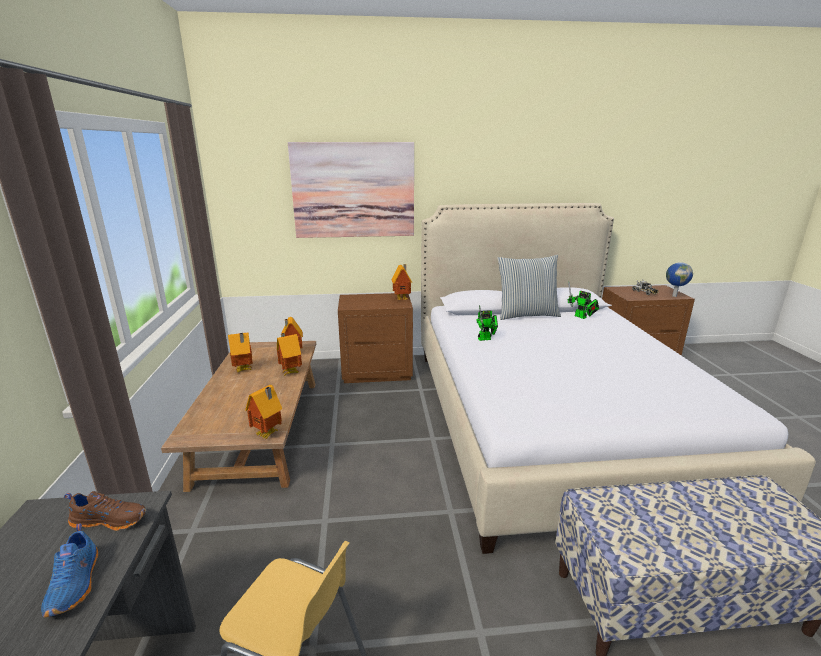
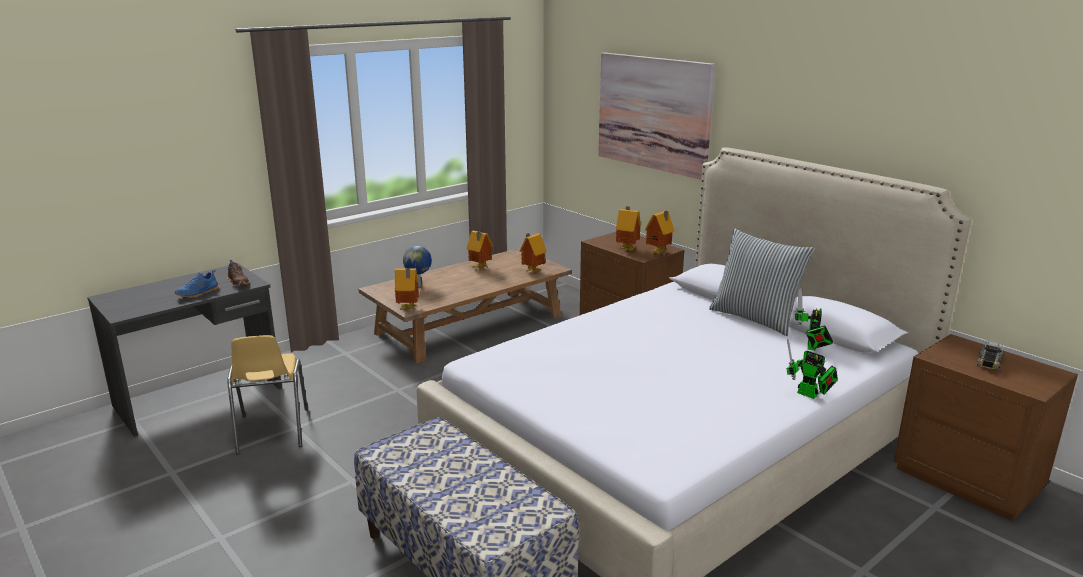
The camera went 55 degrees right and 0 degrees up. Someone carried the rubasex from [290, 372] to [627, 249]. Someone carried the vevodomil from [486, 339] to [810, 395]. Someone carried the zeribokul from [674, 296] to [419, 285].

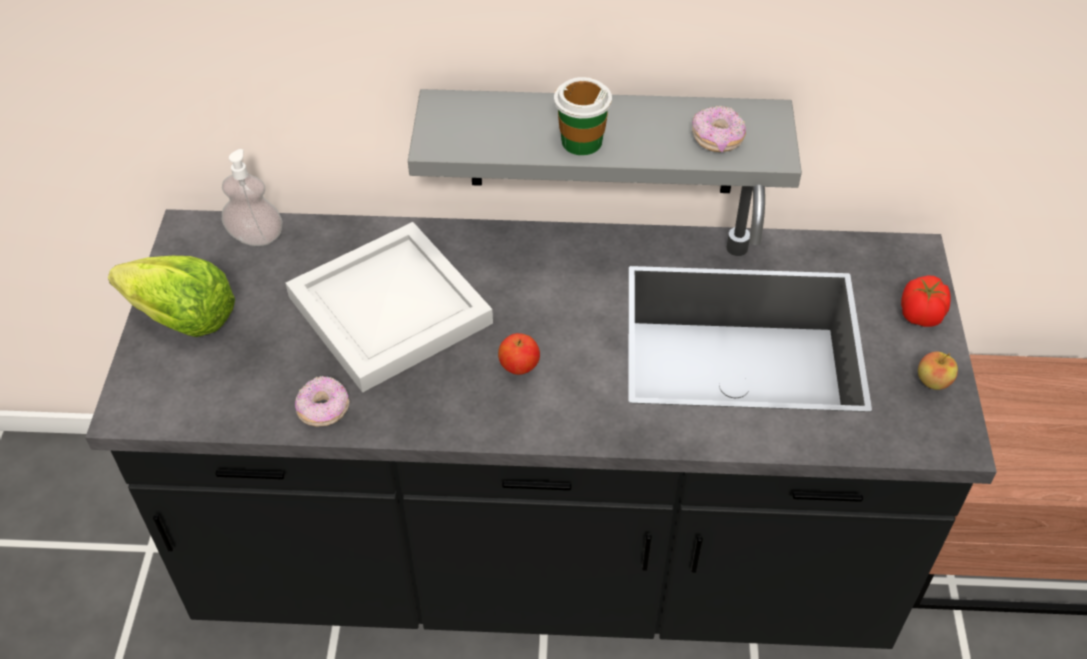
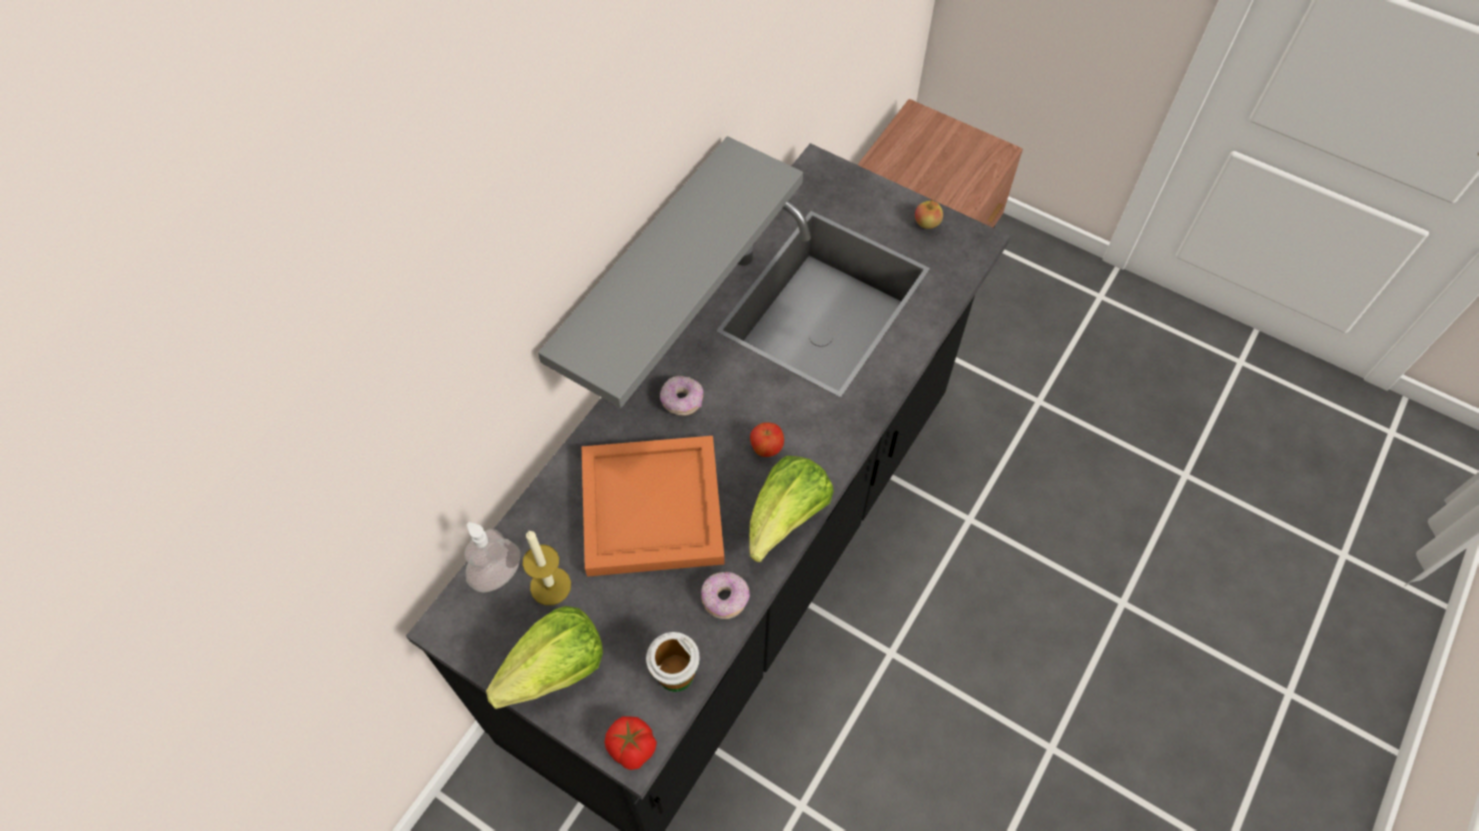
The camera went 60 degrees left and 10 degrees up. Someone repainted the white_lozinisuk at [393, 310], which became the orange_lozinisuk at [654, 506]. Someone carried the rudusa from [581, 141] to [675, 673]. Someone carried the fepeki from [717, 139] to [682, 401]. Someone carried the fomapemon from [919, 315] to [632, 748]. Someone put down the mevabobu at [550, 586]. Someone put down the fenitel at [786, 518].

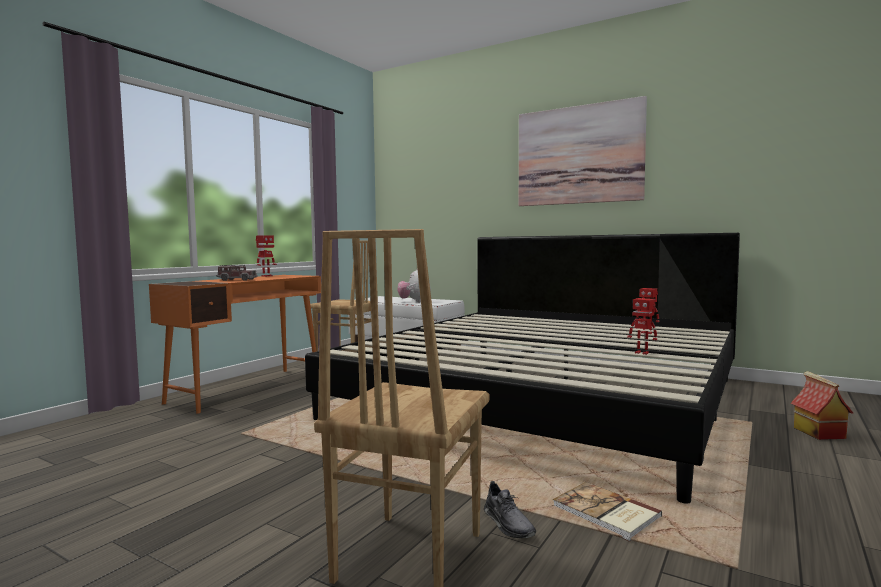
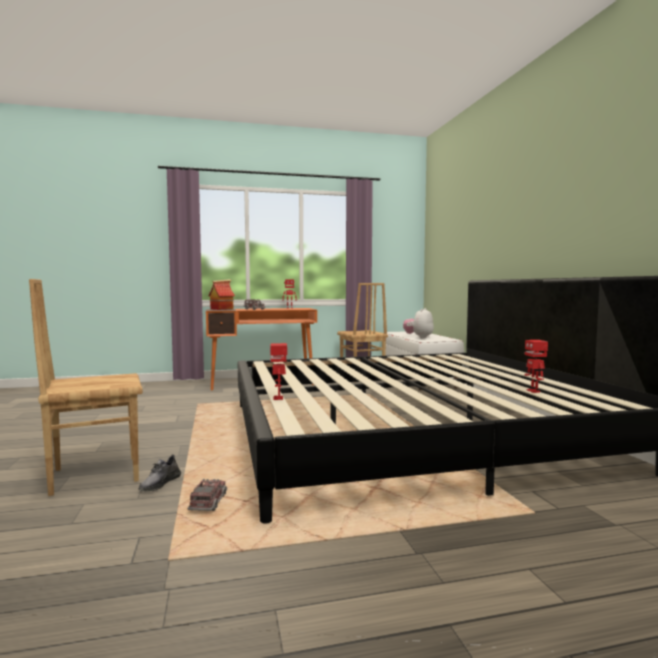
The camera went 45 degrees right and 0 degrees up. Someone took away the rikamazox at [579, 155]. Someone swapped the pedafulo at [605, 514] for the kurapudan at [208, 503]. Someone carried the vevodomil from [642, 353] to [279, 398]. Someone carried the rubasex from [818, 432] to [222, 309].

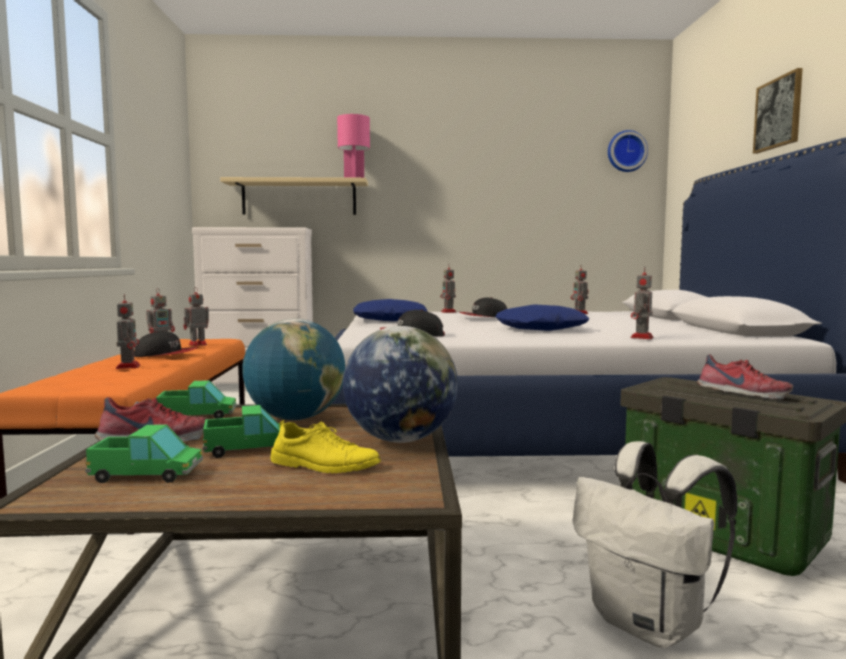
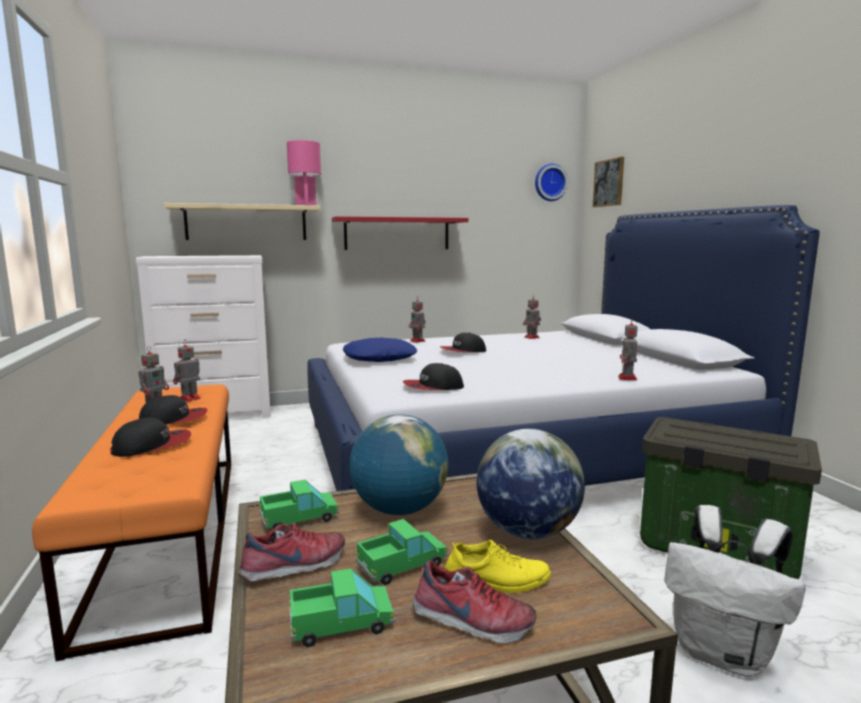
The camera went 15 degrees left and 5 degrees up. Someone swapped the vevodomil at [128, 366] for the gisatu at [152, 446]. Someone took away the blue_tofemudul at [540, 328]. Someone carried the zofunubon from [742, 394] to [471, 622]. Someone carried the rikamazox from [778, 113] to [609, 183]. Someone put up the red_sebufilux at [397, 233].

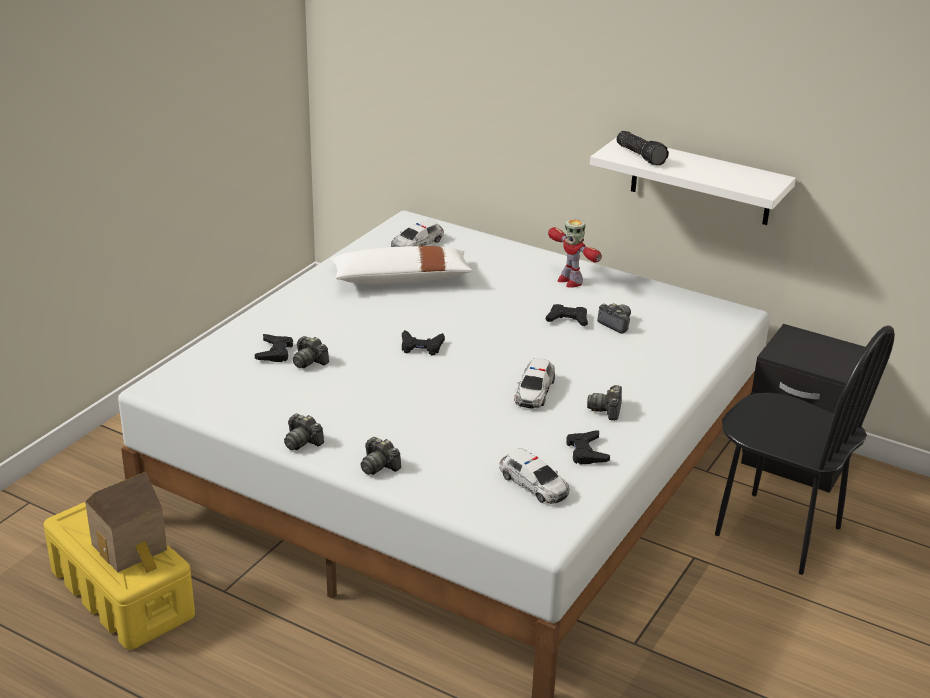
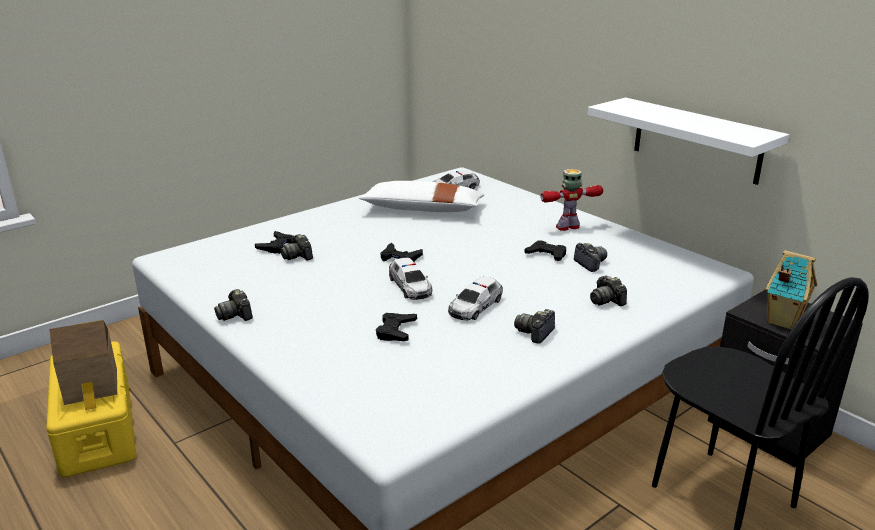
The camera went 20 degrees right and 5 degrees down. Someone carried the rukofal from [379, 466] to [606, 300]. Someone carried the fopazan from [534, 484] to [410, 286]. Someone rotated the vevodomil at [570, 281] by 90 degrees clockwise. Someone carried the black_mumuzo from [586, 452] to [396, 331]. Someone took away the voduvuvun at [641, 155]. Someone put down the rubasex at [782, 321].

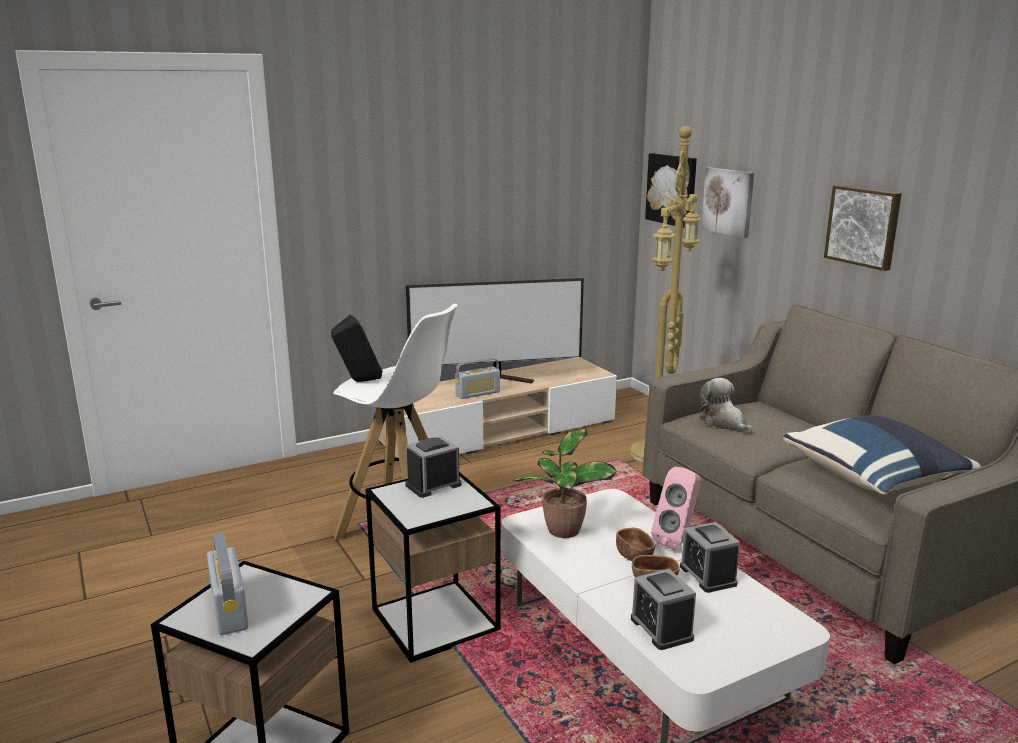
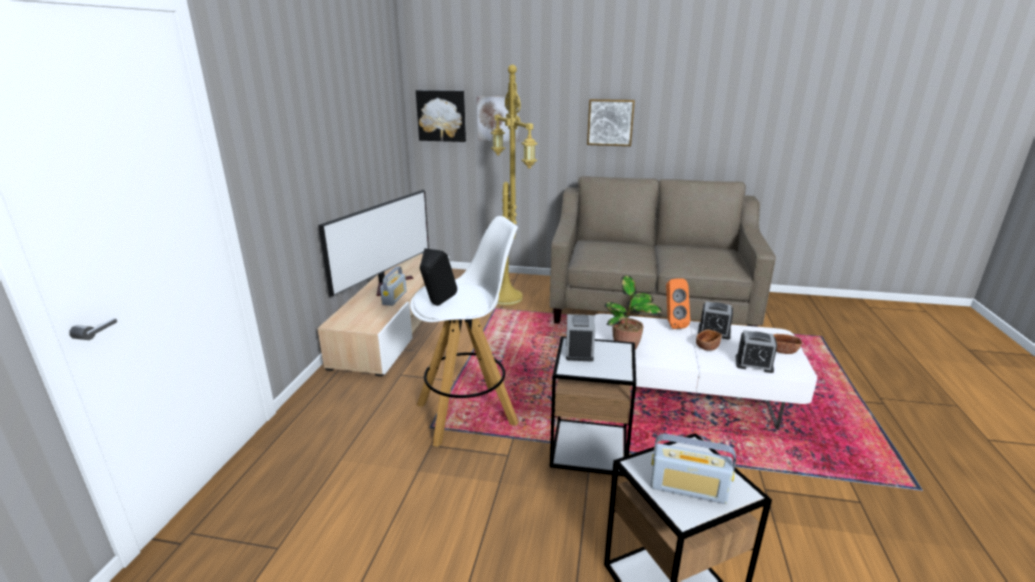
The camera went 50 degrees left and 5 degrees up. Someone carried the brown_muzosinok from [634, 555] to [783, 350]. Someone repainted the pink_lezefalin at [677, 541], which became the orange_lezefalin at [672, 324]. Someone took away the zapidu at [723, 423]. Someone took away the blue_tofemudul at [875, 478].

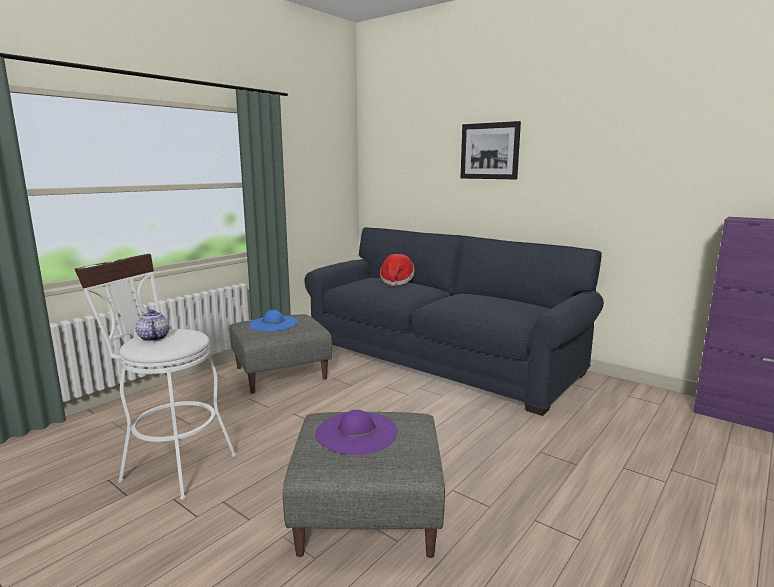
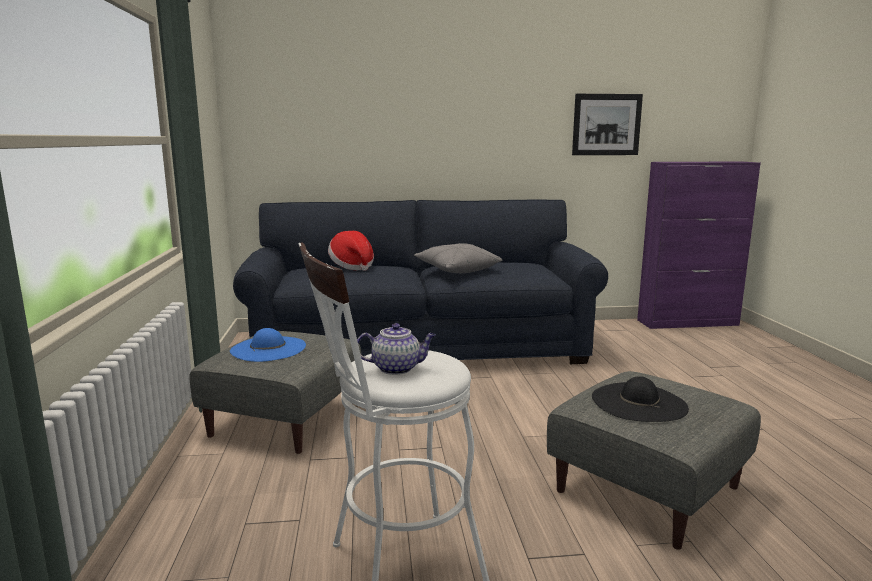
The camera went 45 degrees left and 0 degrees up. Someone rotated the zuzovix at [153, 338] by 150 degrees clockwise. Someone repainted the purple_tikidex at [356, 432], which became the black_tikidex at [638, 402]. Someone carried the rikamazox from [489, 151] to [606, 124]. Someone put down the grey_tofemudul at [457, 270].

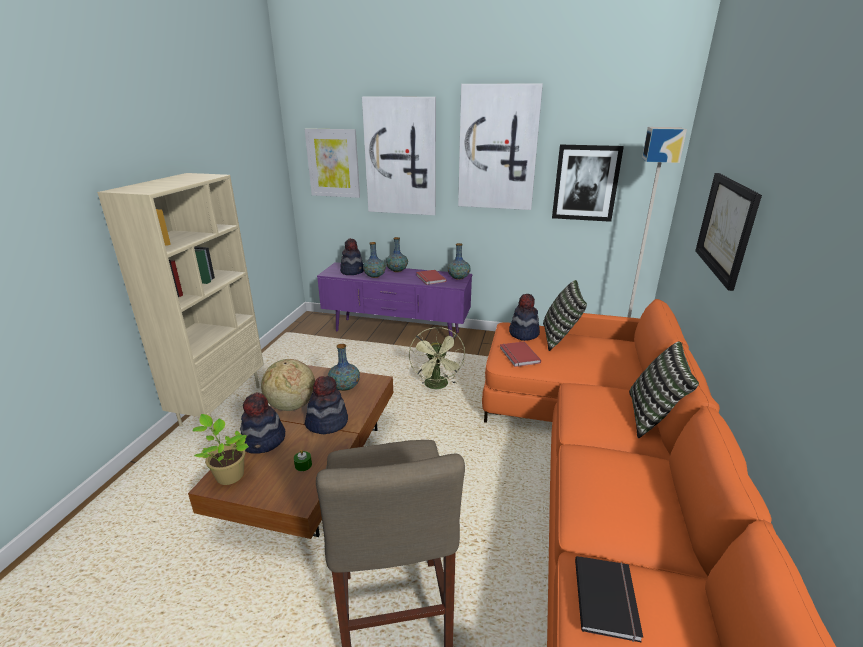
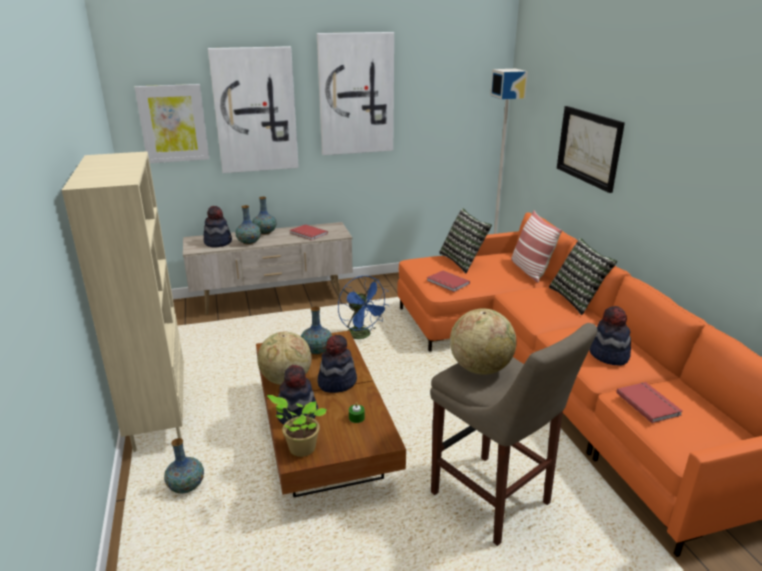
The camera went 30 degrees left and 0 degrees up. Someone repainted the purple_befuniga at [396, 332], which became the beige_befuniga at [273, 299]. Someone repainted the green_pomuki at [437, 386], which became the blue_pomuki at [362, 336]. Someone carried the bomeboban from [458, 278] to [186, 486]. Someone carried the tikidex from [523, 333] to [608, 355]. Someone took away the rikamazox at [585, 183]. Someone repainted the black_pedafulo at [608, 598], which became the red_pedafulo at [649, 403]. Someone put down the zeribokul at [480, 368]. Someone put down the tofemudul at [530, 270].

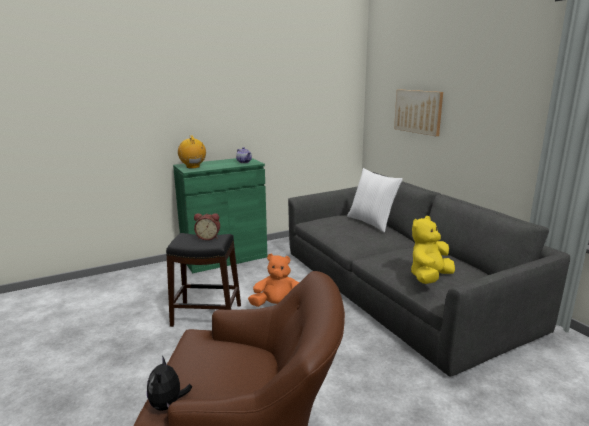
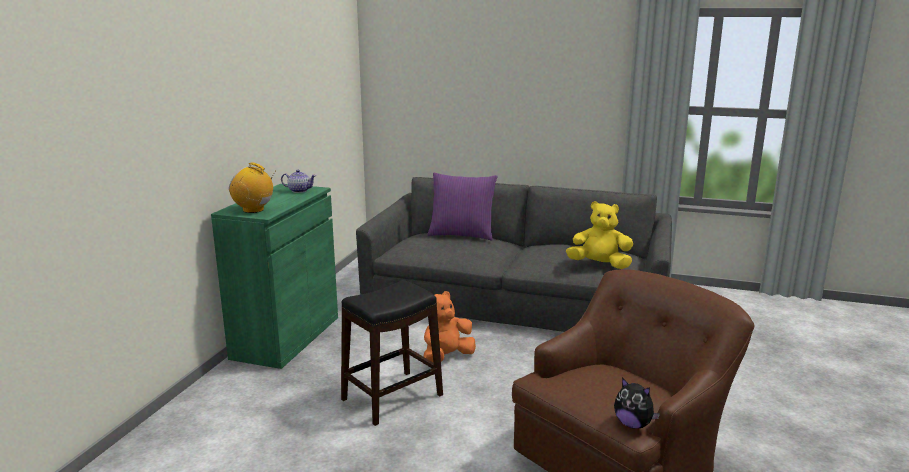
The camera went 45 degrees left and 0 degrees up. Someone took away the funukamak at [208, 237]. Someone repainted the white_tofemudul at [372, 222], which became the purple_tofemudul at [462, 235]. Someone took away the rikamazox at [418, 111]. Someone rotated the yellow_zapidu at [429, 278] by 105 degrees clockwise.

